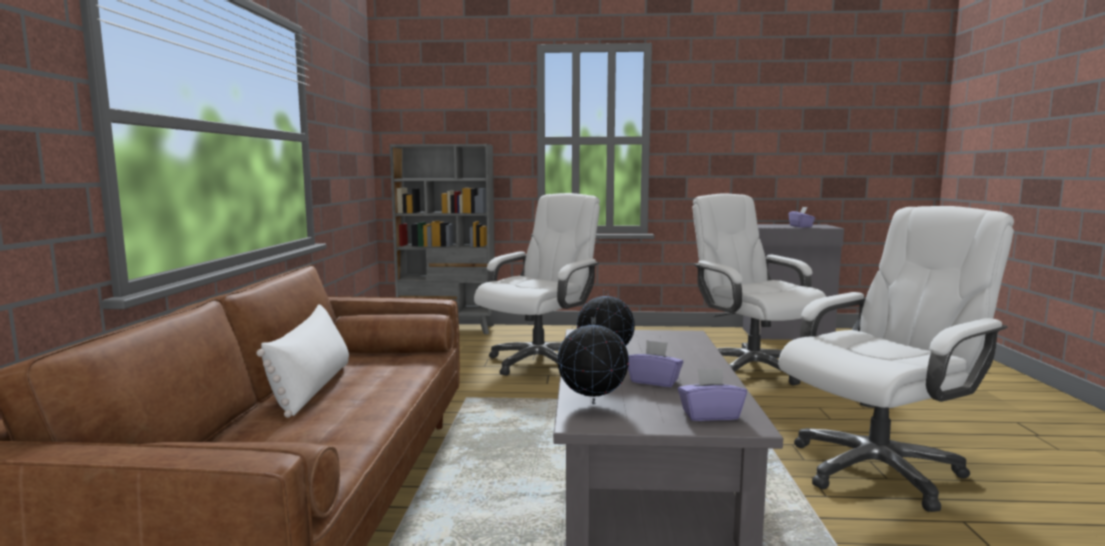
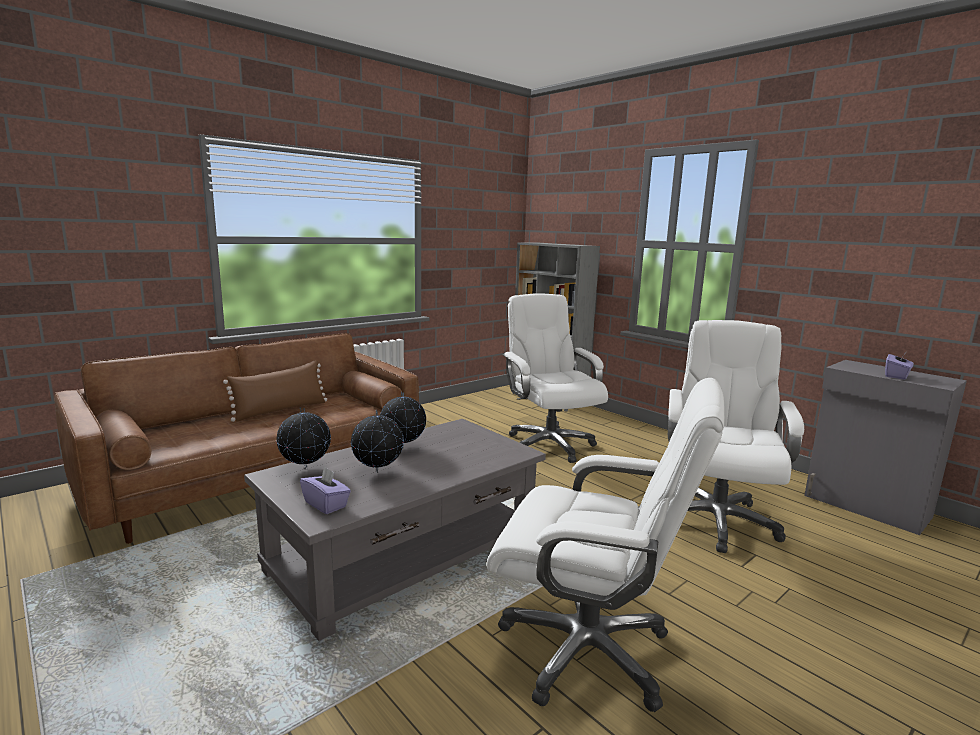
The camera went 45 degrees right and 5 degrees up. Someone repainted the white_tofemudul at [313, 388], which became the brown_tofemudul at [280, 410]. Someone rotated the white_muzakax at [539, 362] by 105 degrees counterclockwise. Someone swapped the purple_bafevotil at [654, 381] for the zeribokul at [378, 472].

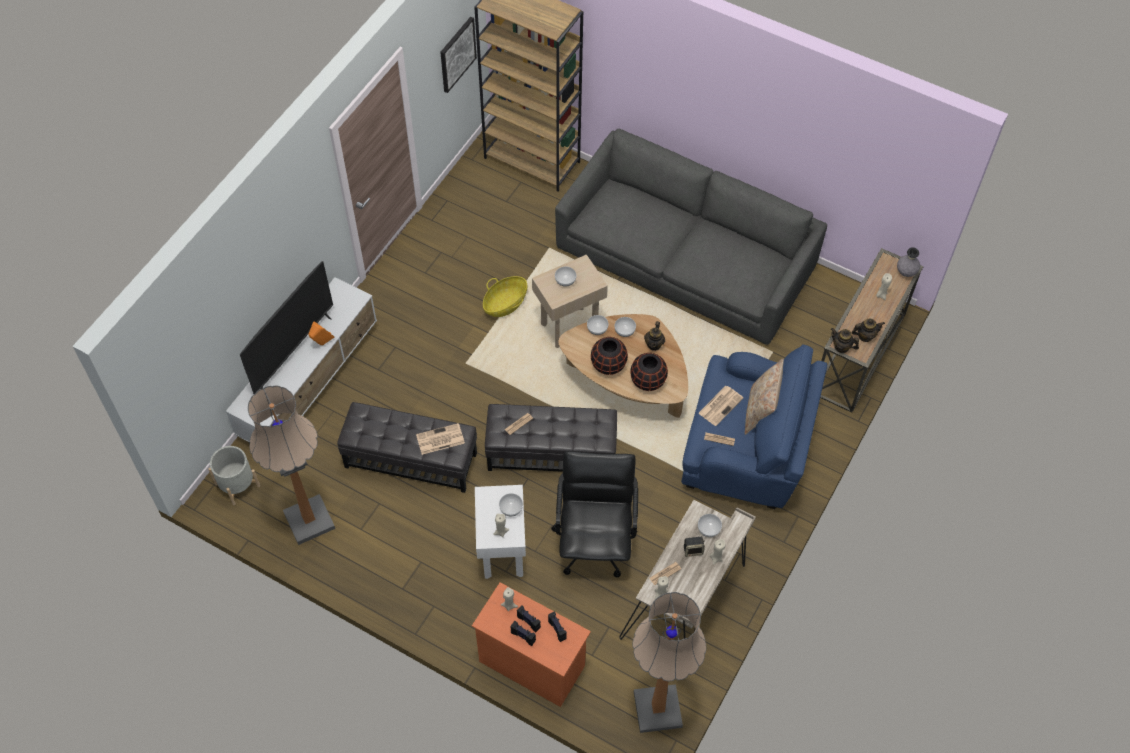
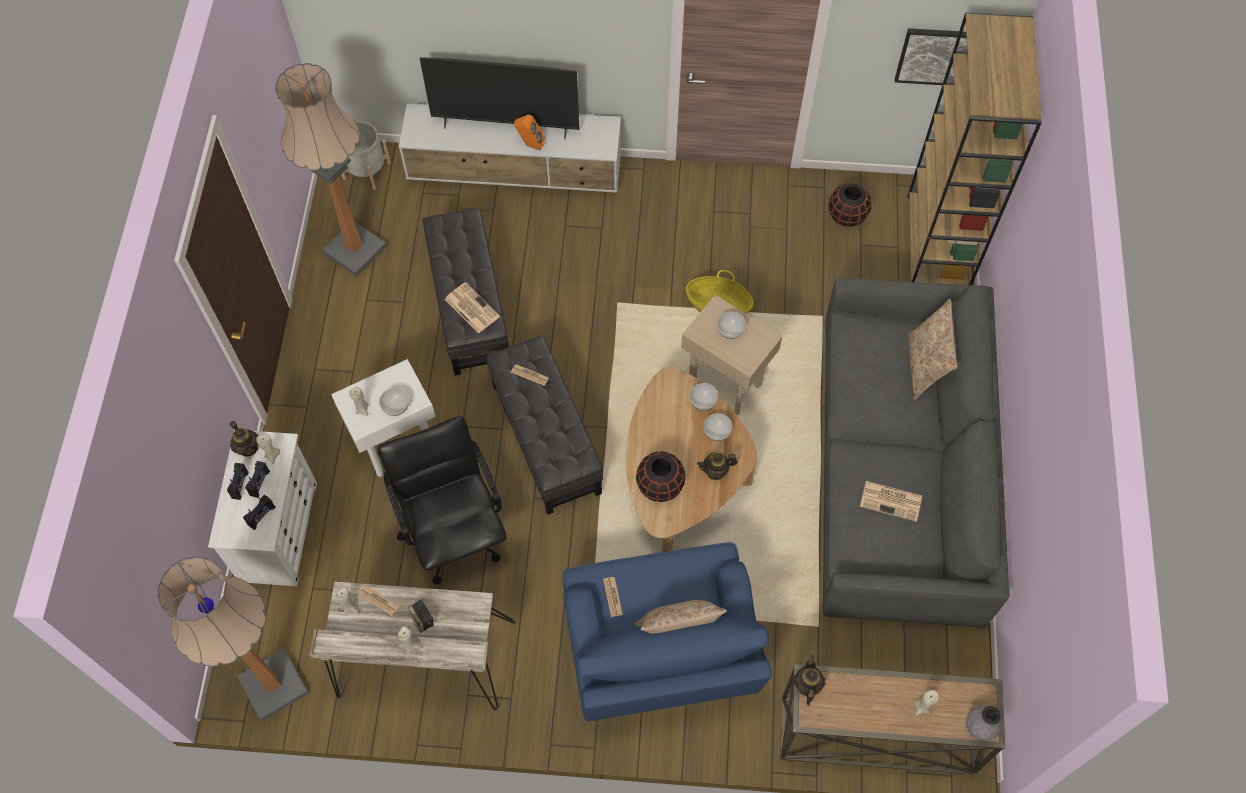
The camera went 65 degrees right and 5 degrees up. Someone repainted the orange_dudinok at [531, 663], which became the white_dudinok at [279, 531]. Someone rotated the black_muzakax at [594, 542] by 90 degrees counterclockwise. Someone carried the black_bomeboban from [608, 365] to [847, 216]. Someone carried the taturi from [720, 405] to [891, 501]. Someone took away the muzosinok at [708, 529]. Someone carried the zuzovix from [865, 336] to [248, 447]. Someone put down the beige_tofemudul at [925, 366].

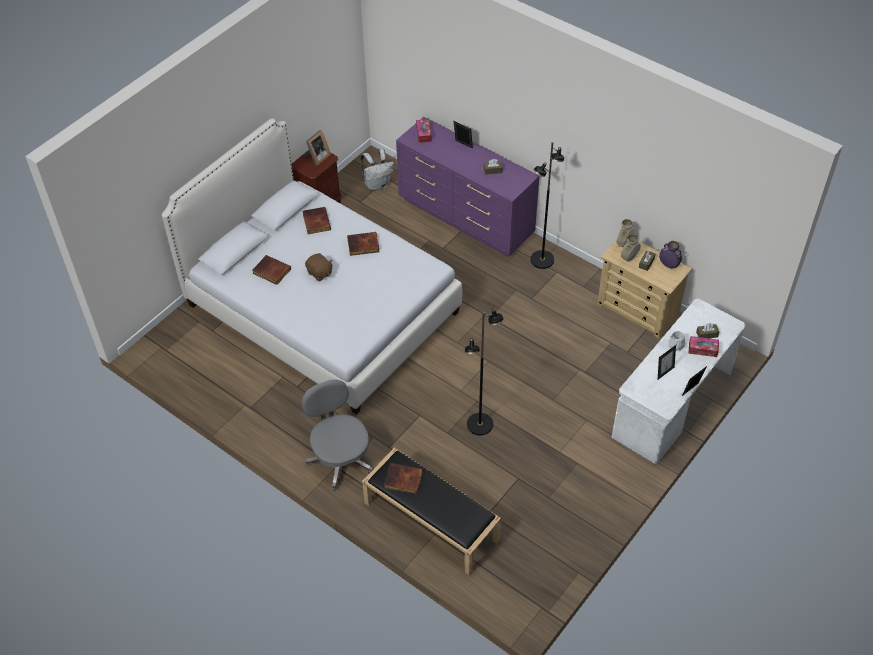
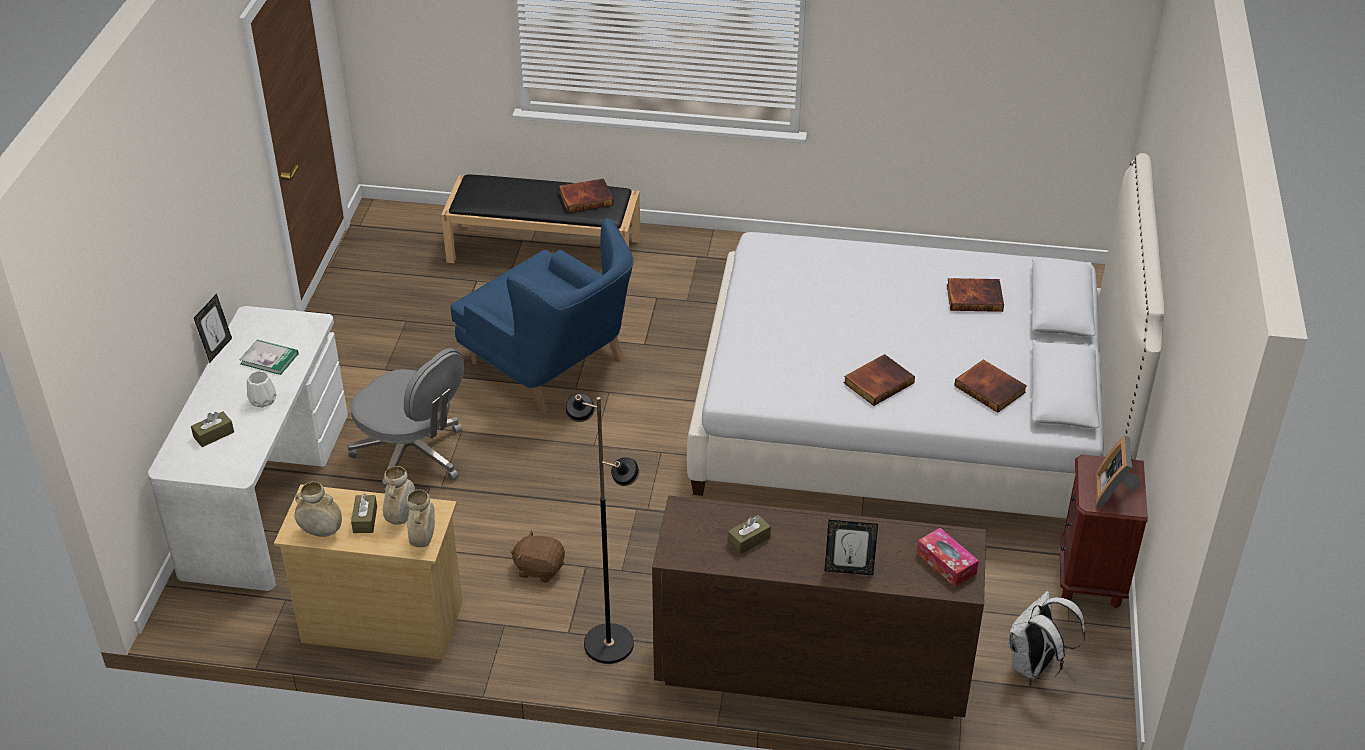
The camera went 150 degrees right and 10 degrees down. Someone carried the grey_muzakax from [340, 458] to [412, 456]. Someone carried the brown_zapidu from [319, 273] to [539, 568]. Someone repainted the purple_dudinok at [466, 218], which became the brown_dudinok at [810, 669]. Someone swapped the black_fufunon at [480, 425] for the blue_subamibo at [550, 363]. Someone swapped the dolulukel at [664, 372] for the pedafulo at [269, 359]. Someone repainted the purple_bomeboban at [668, 265], which became the beige_bomeboban at [321, 532]. Someone took away the bafevotil at [703, 349].

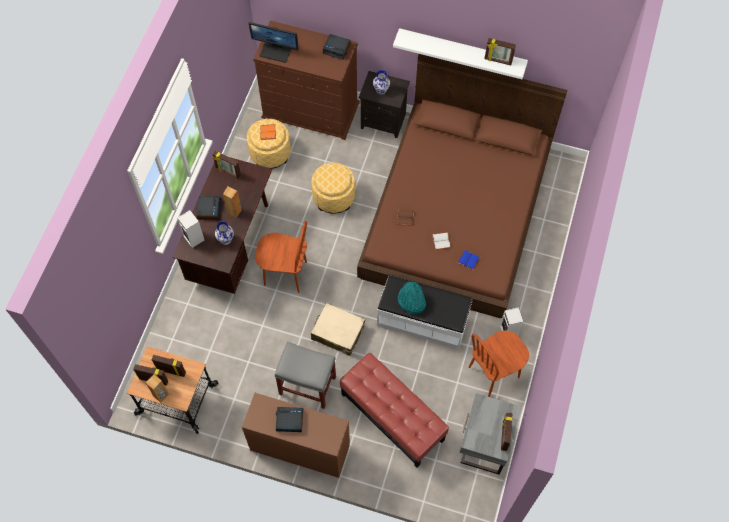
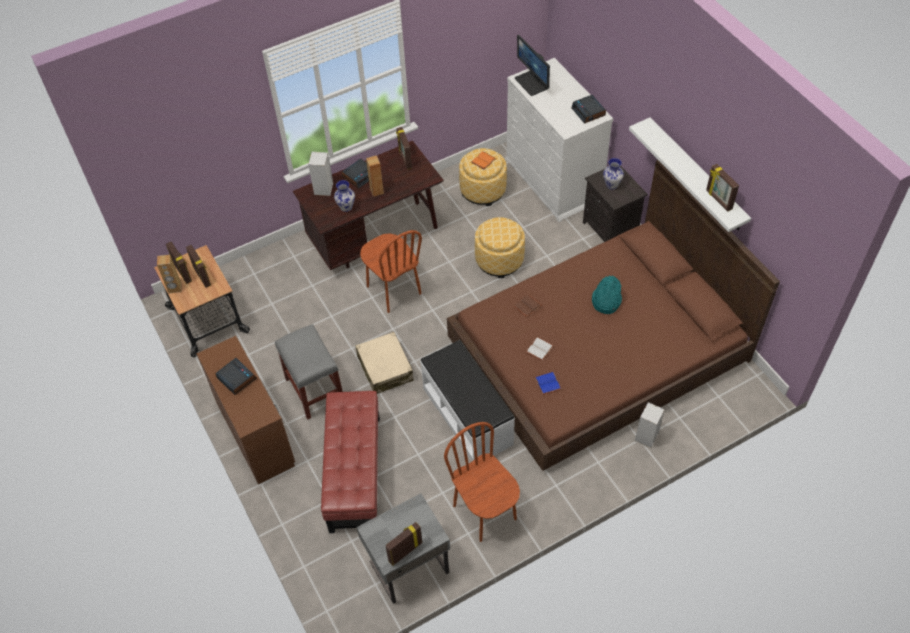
The camera went 45 degrees right and 10 degrees down. Someone repainted the brown_dudinok at [311, 110], which became the white_dudinok at [554, 180]. Someone carried the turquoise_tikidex from [411, 301] to [606, 300]. Someone rotated the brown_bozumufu at [494, 372] by 45 degrees clockwise. Someone carried the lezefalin from [509, 331] to [646, 438].

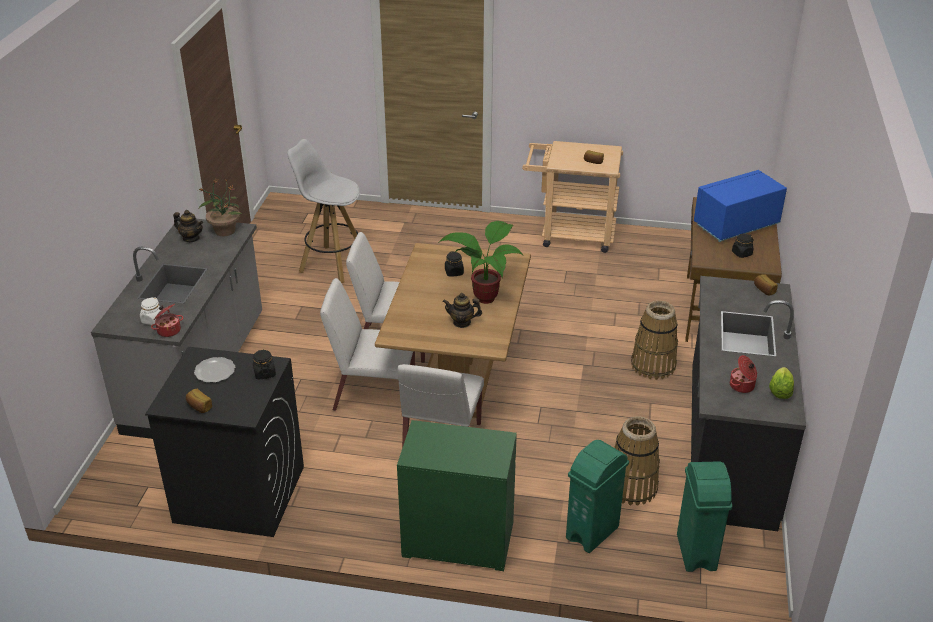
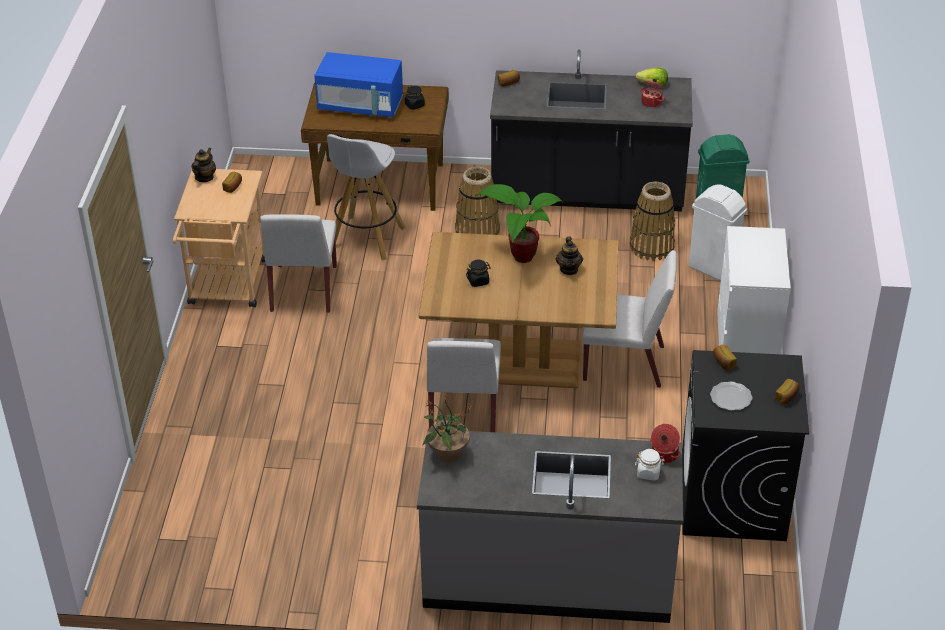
The camera went 95 degrees left and 5 degrees up. Someone carried the zuzovix from [191, 238] to [204, 178]. Someone swapped the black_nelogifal at [264, 373] for the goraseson at [723, 362]. Someone carried the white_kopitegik from [332, 264] to [366, 239]. Someone carried the white_bozumufu from [373, 394] to [303, 289]. Someone repainted the green_dudinok at [457, 540], which became the white_dudinok at [746, 344]. Someone repainted the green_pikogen at [593, 532], which became the white_pikogen at [712, 268]. Someone rotated the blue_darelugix at [735, 225] by 45 degrees counterclockwise.

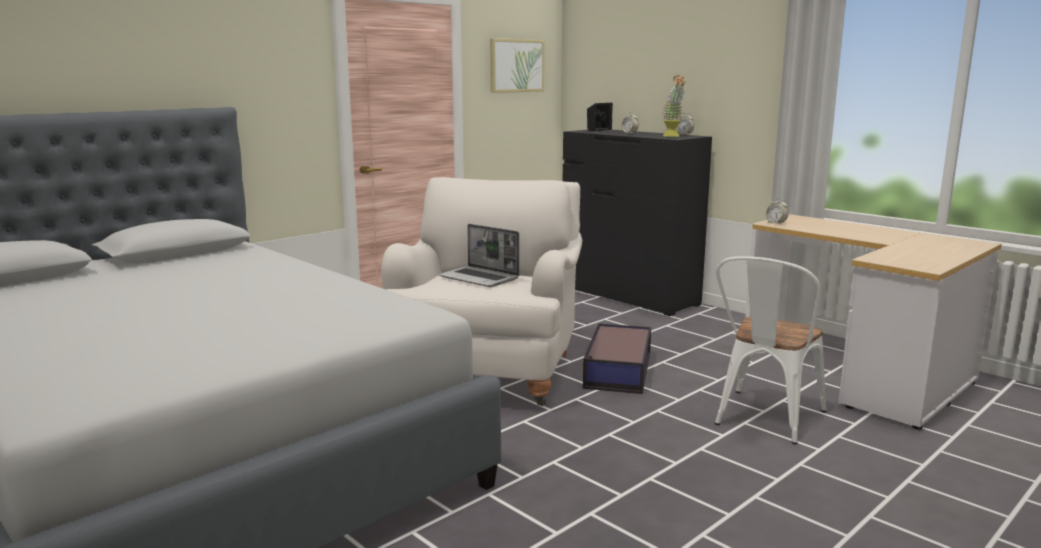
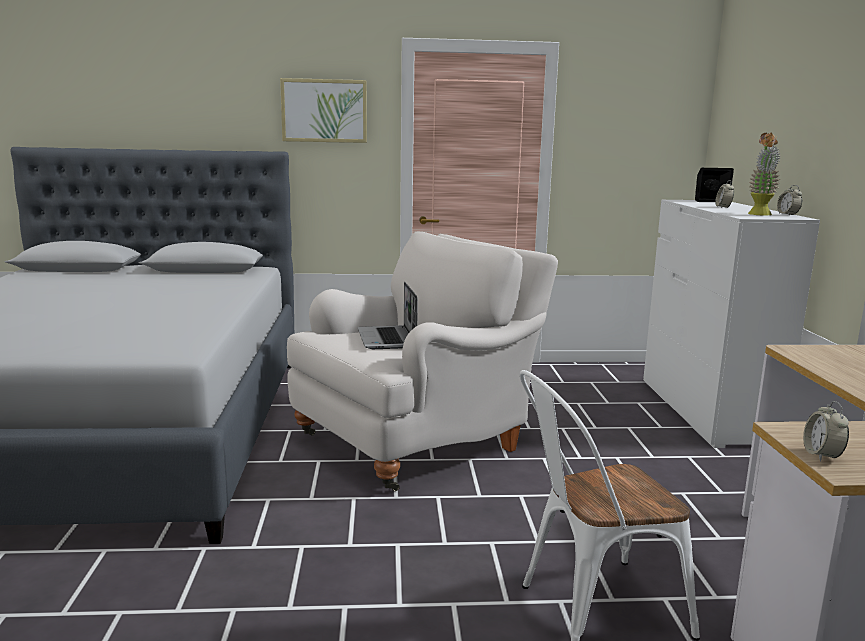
The camera went 40 degrees right and 0 degrees up. Someone carried the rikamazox from [516, 65] to [324, 111]. Someone repainted the black_dudinok at [628, 296], which became the white_dudinok at [705, 411]. Someone took away the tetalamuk at [617, 370]. Someone carried the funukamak from [776, 223] to [821, 455].

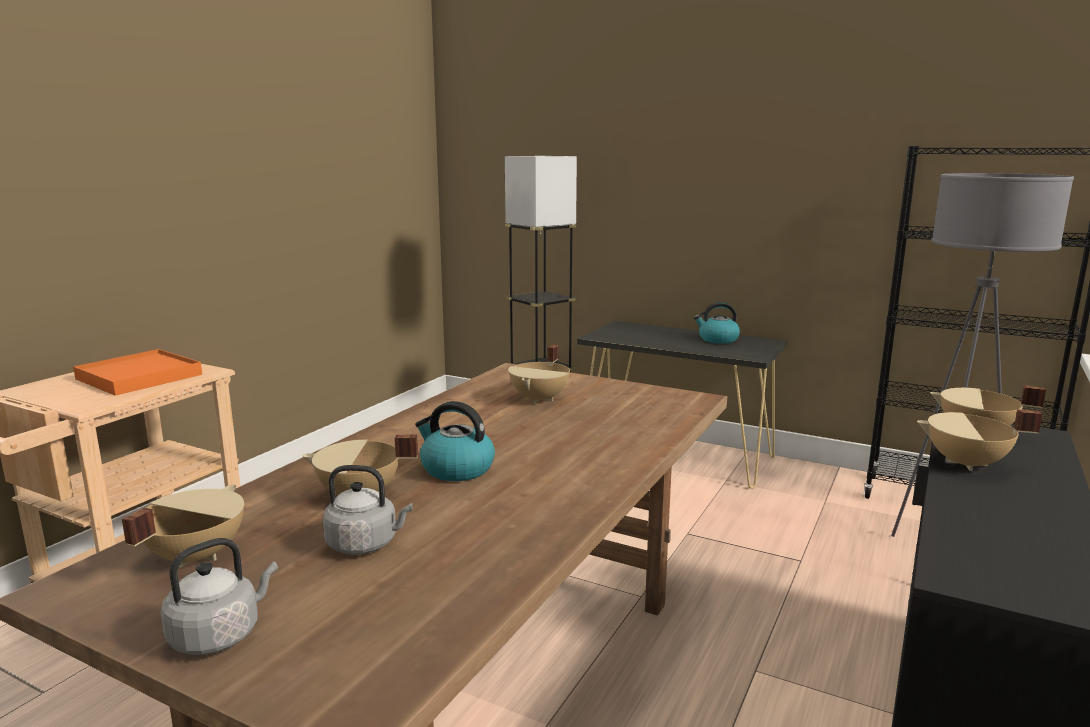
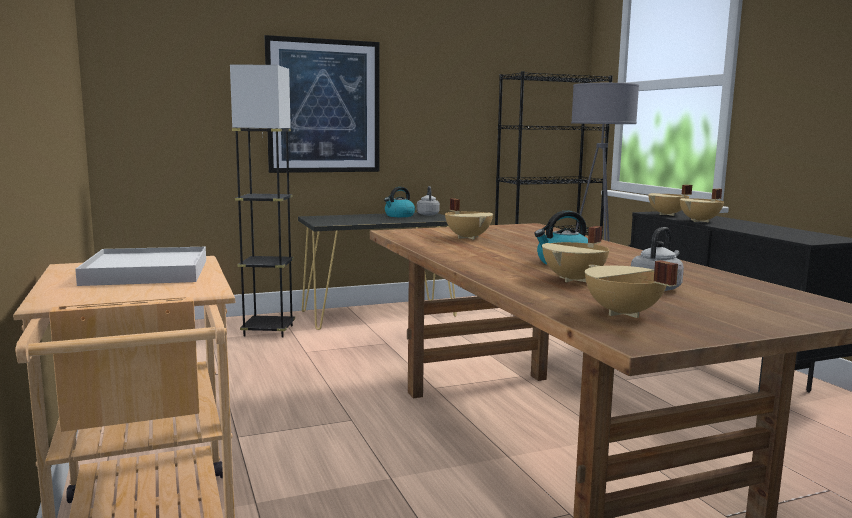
The camera went 50 degrees left and 5 degrees down. Someone repainted the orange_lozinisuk at [139, 377], which became the white_lozinisuk at [147, 272]. Someone carried the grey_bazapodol from [220, 635] to [427, 214]. Someone put up the rikamazox at [324, 106].

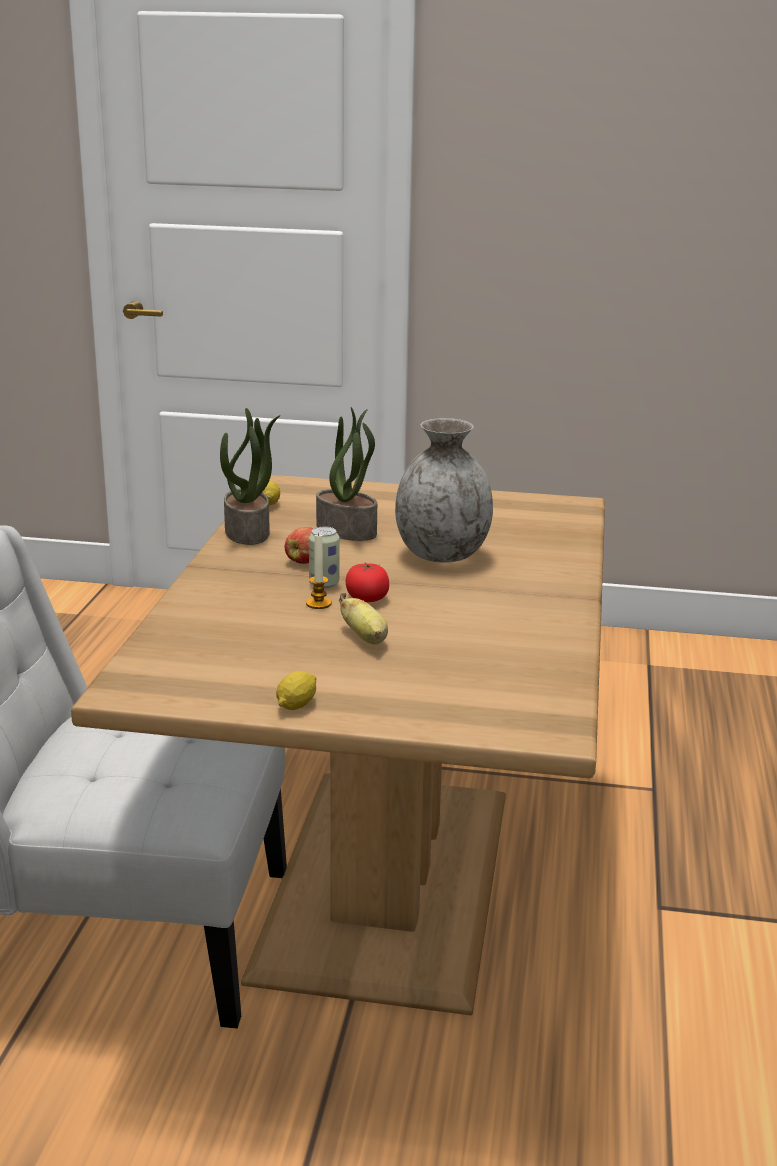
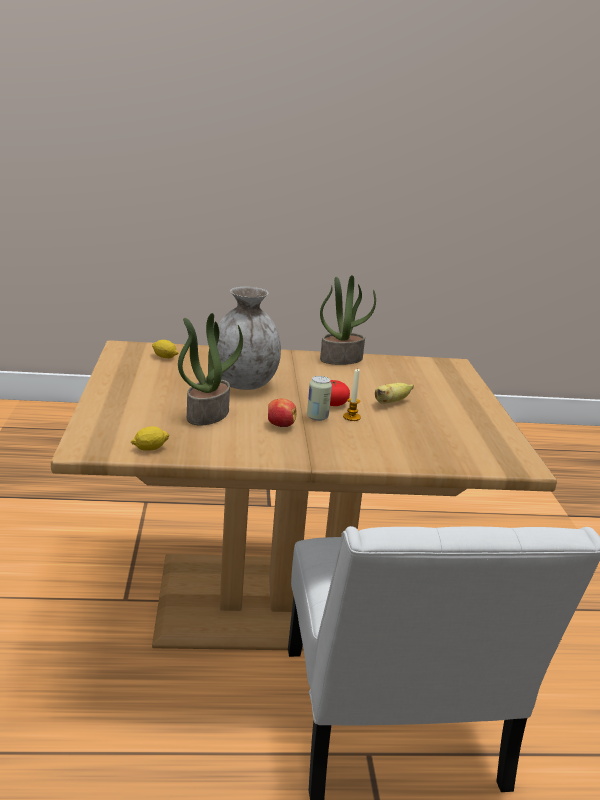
The camera went 105 degrees left and 0 degrees up. Someone carried the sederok from [248, 532] to [341, 359]. Someone carried the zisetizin from [296, 705] to [165, 357].

